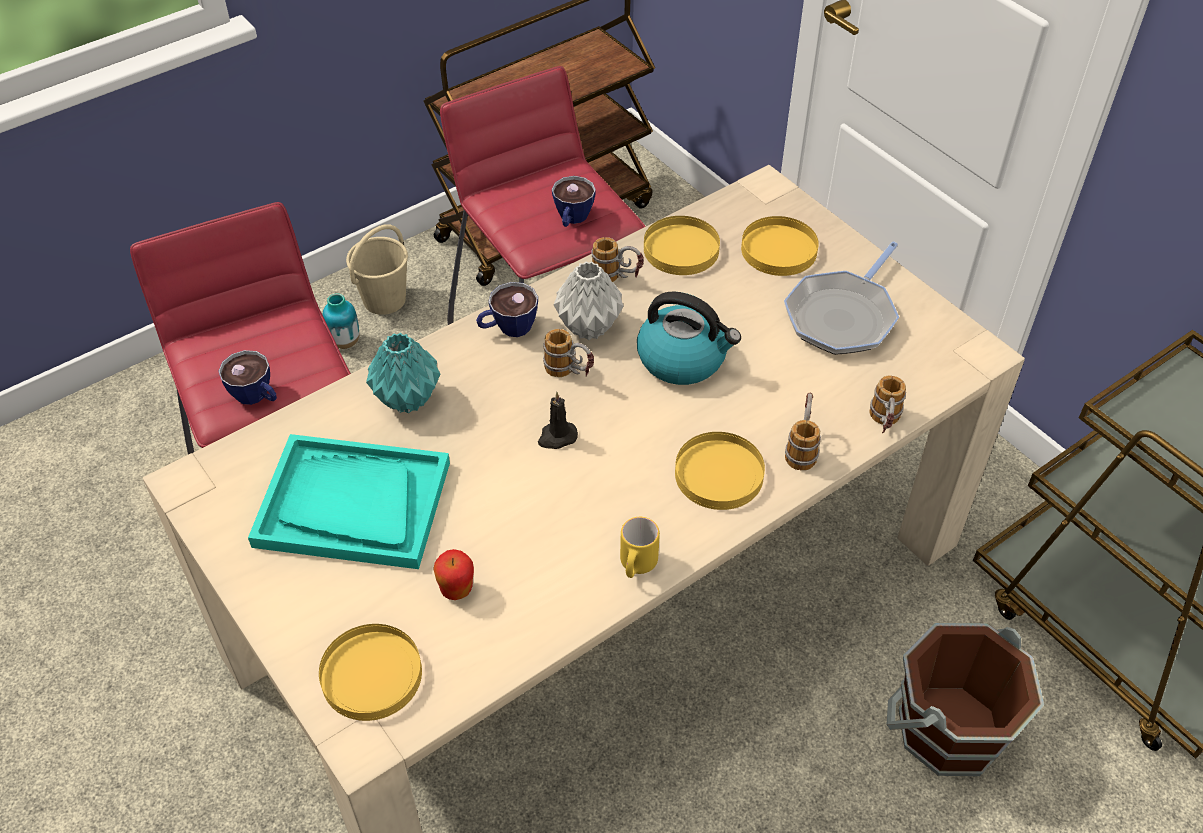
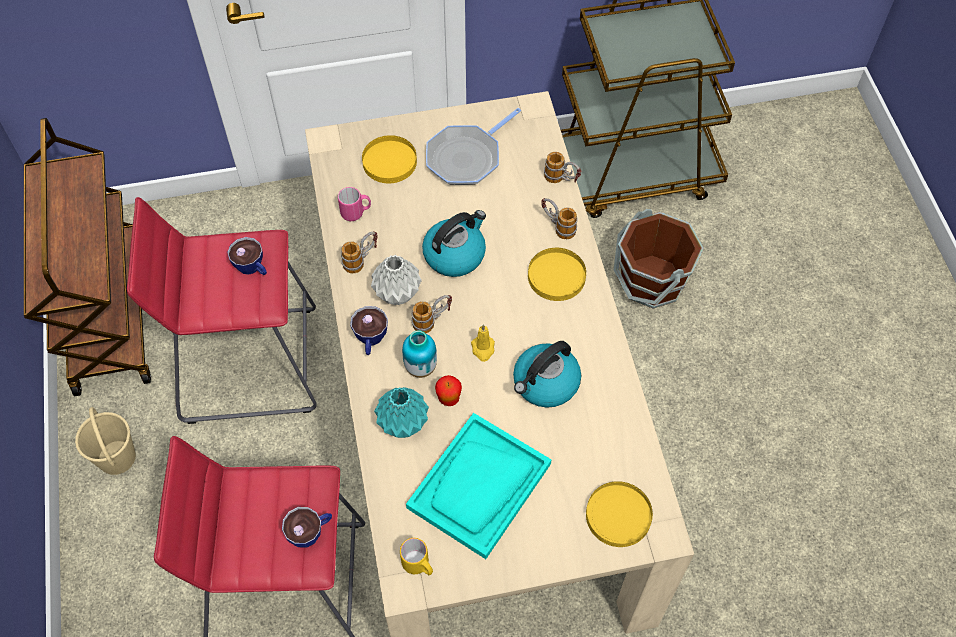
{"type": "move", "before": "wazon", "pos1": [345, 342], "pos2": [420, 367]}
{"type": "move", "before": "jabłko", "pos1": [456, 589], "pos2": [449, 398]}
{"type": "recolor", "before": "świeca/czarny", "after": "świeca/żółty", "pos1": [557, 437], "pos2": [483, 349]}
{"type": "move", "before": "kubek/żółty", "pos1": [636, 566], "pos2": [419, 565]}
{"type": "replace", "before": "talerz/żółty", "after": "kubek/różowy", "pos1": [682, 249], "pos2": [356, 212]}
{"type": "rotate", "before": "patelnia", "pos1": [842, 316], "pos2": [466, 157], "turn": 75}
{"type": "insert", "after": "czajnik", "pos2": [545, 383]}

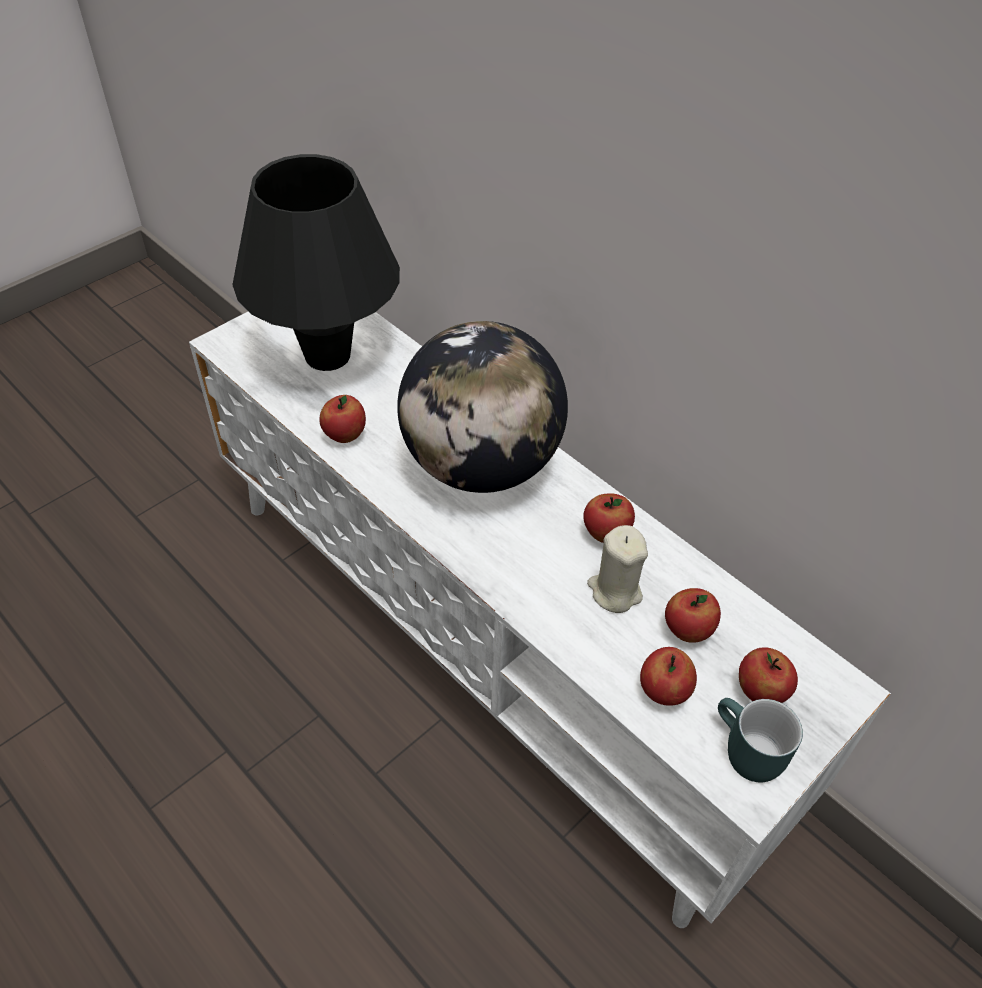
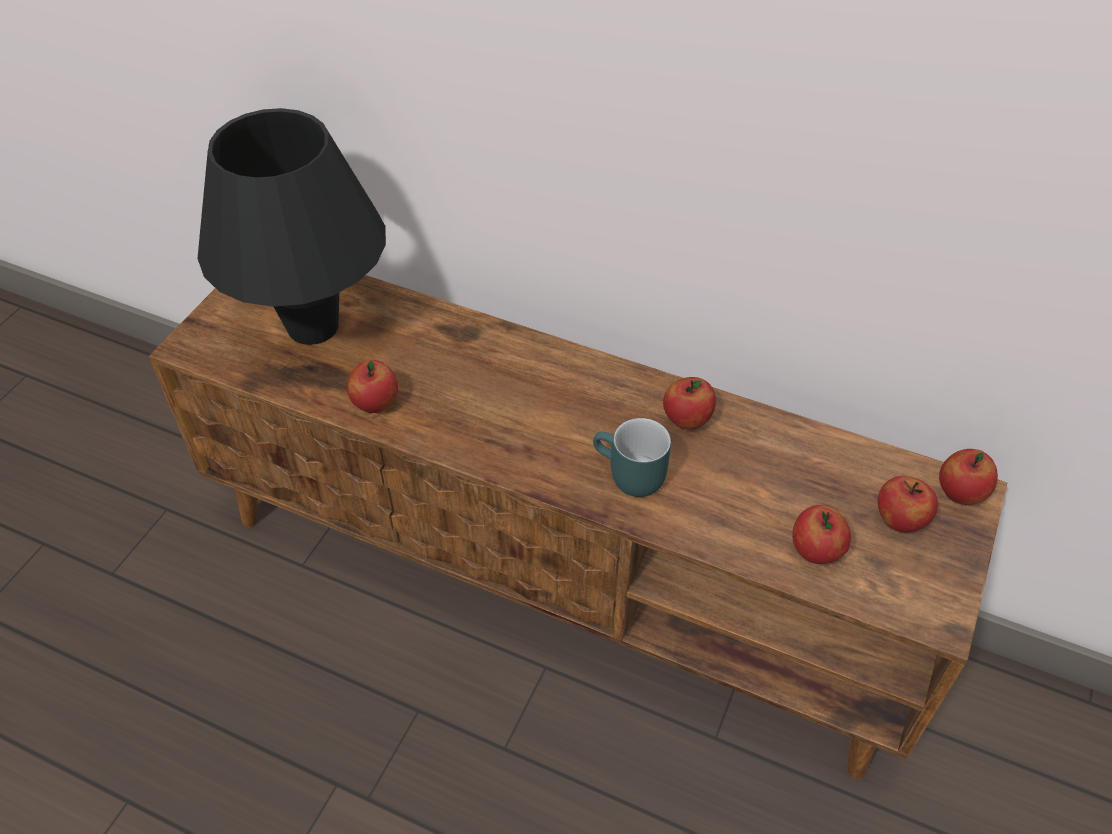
{"type": "recolor", "before": "szafka pod telewizor/biały", "after": "szafka pod telewizor/brązowy", "pos1": [489, 647], "pos2": [559, 580]}
{"type": "delete", "before": "globus", "pos1": [481, 465]}
{"type": "delete", "before": "świeca/beżowy", "pos1": [614, 591]}
{"type": "move", "before": "jabłko", "pos1": [687, 630], "pos2": [960, 493]}
{"type": "move", "before": "kubek/turkusowy", "pos1": [744, 753], "pos2": [628, 477]}

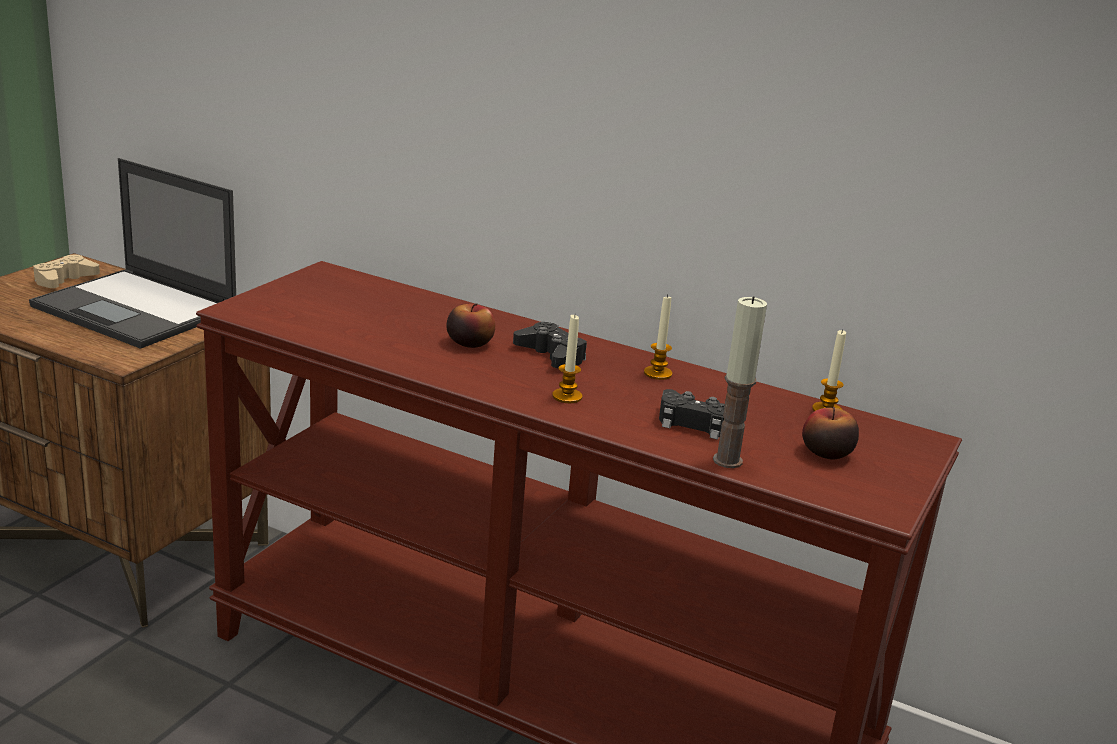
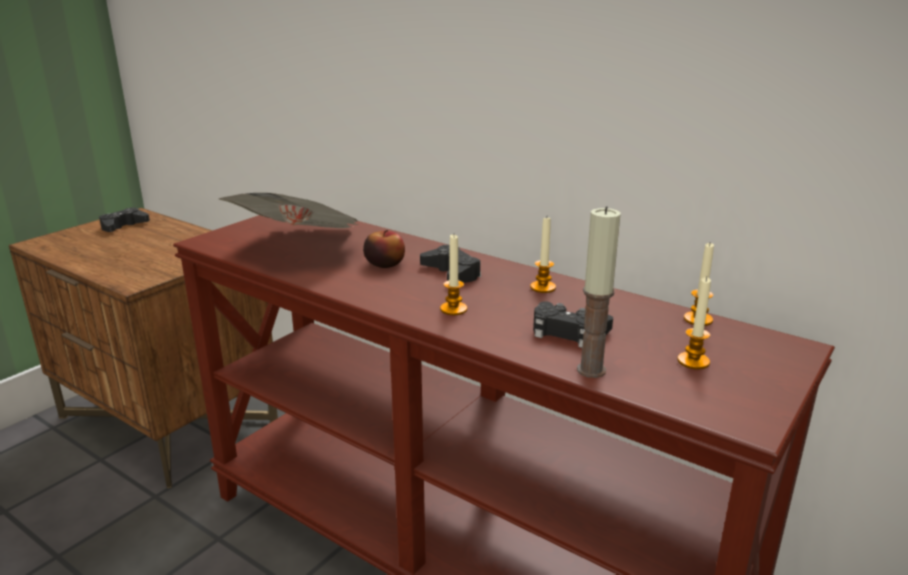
{"type": "delete", "before": "laptop", "pos1": [138, 309]}
{"type": "recolor", "before": "pad do gier/beżowy", "after": "pad do gier/czarny", "pos1": [64, 280], "pos2": [123, 226]}
{"type": "replace", "before": "jabłko", "after": "świeca", "pos1": [826, 452], "pos2": [693, 361]}
{"type": "insert", "after": "gazeta", "pos2": [300, 248]}

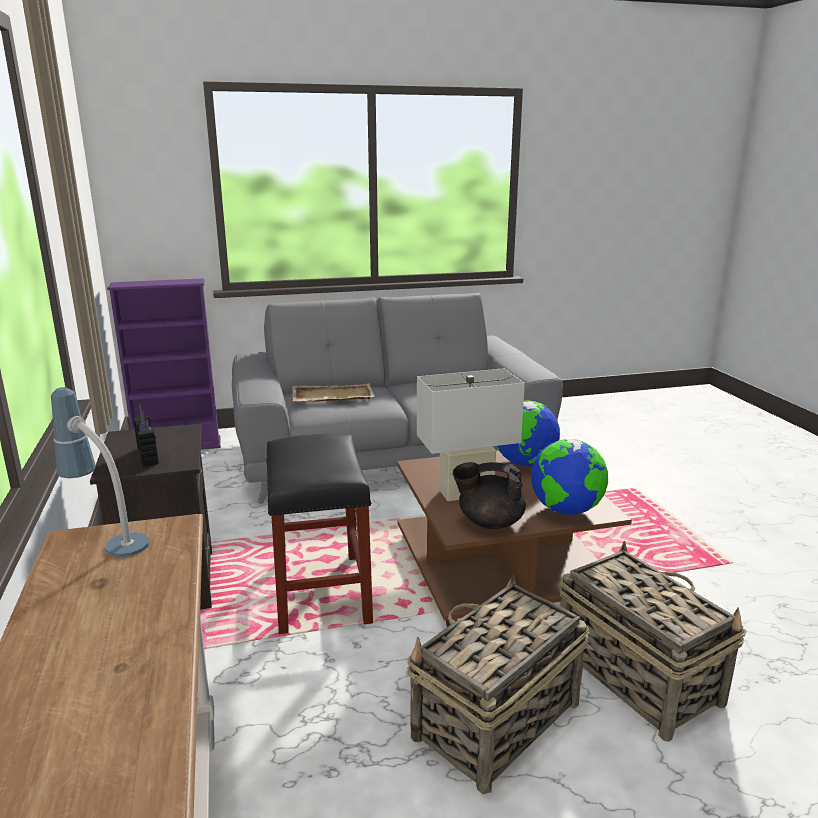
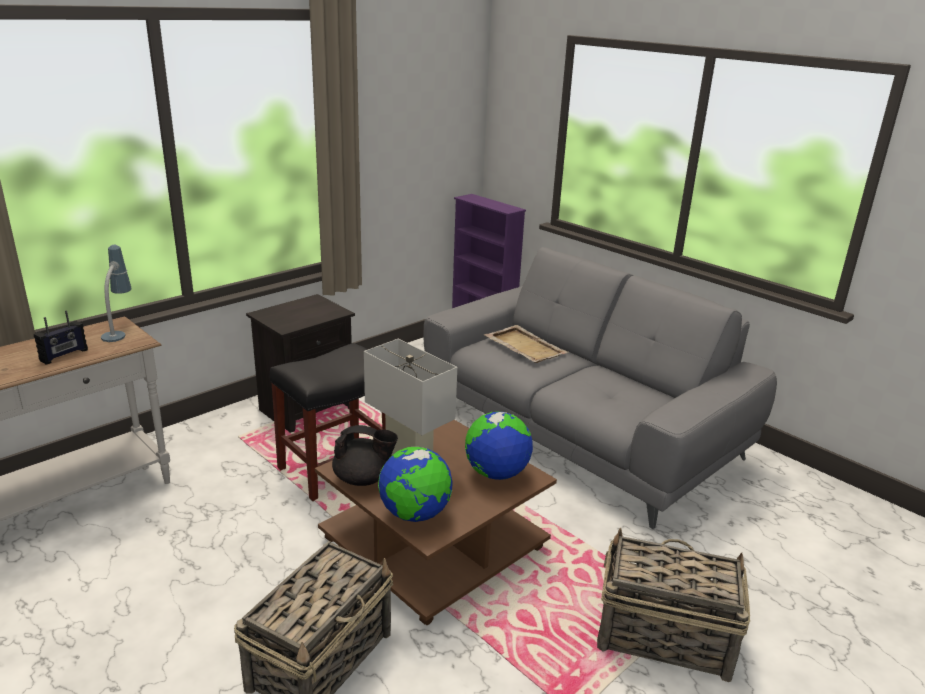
{"type": "move", "before": "radio", "pos1": [149, 456], "pos2": [64, 355]}
{"type": "move", "before": "koszyk", "pos1": [495, 721], "pos2": [662, 636]}
{"type": "rotate", "before": "imbryk/czarny", "pos1": [489, 522], "pos2": [363, 479], "turn": 120}

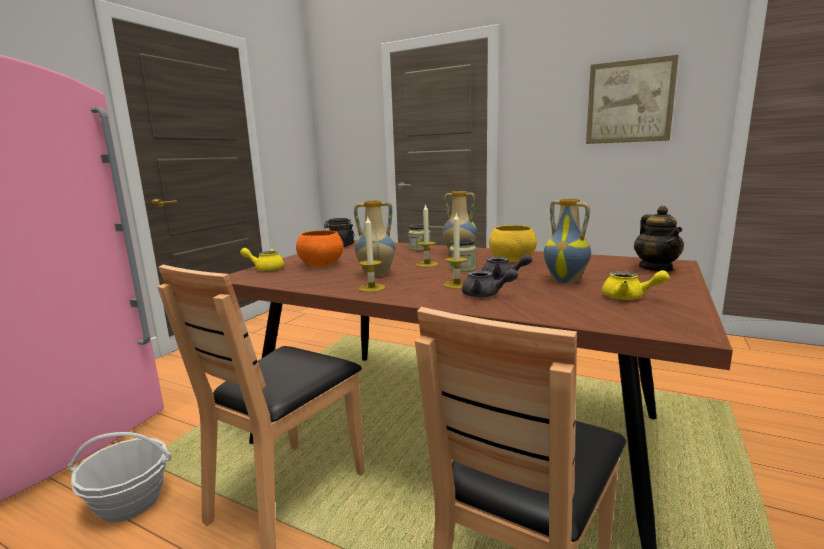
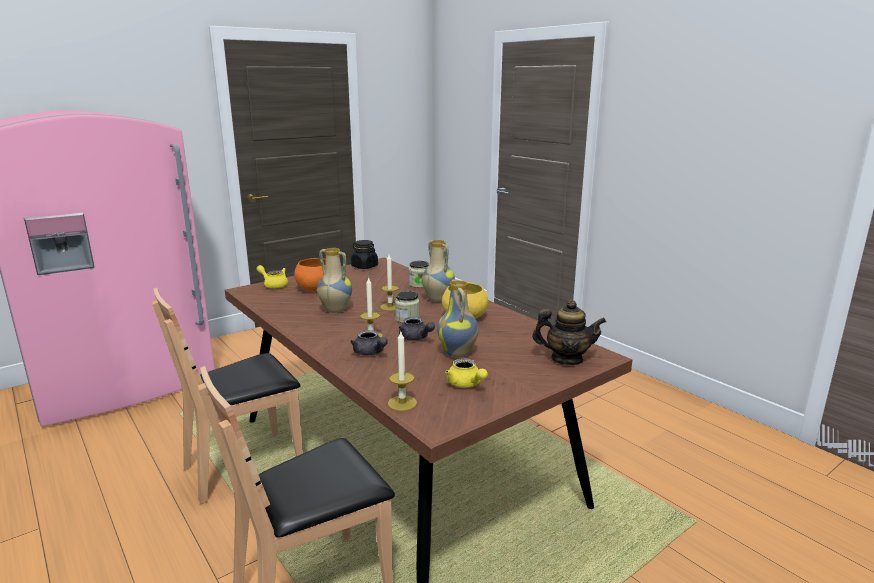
{"type": "delete", "before": "koszyk", "pos1": [130, 502]}
{"type": "move", "before": "świeca", "pos1": [371, 288], "pos2": [402, 403]}
{"type": "delete", "before": "obraz", "pos1": [629, 102]}
{"type": "rotate", "before": "imbryk", "pos1": [656, 268], "pos2": [566, 359], "turn": -105}

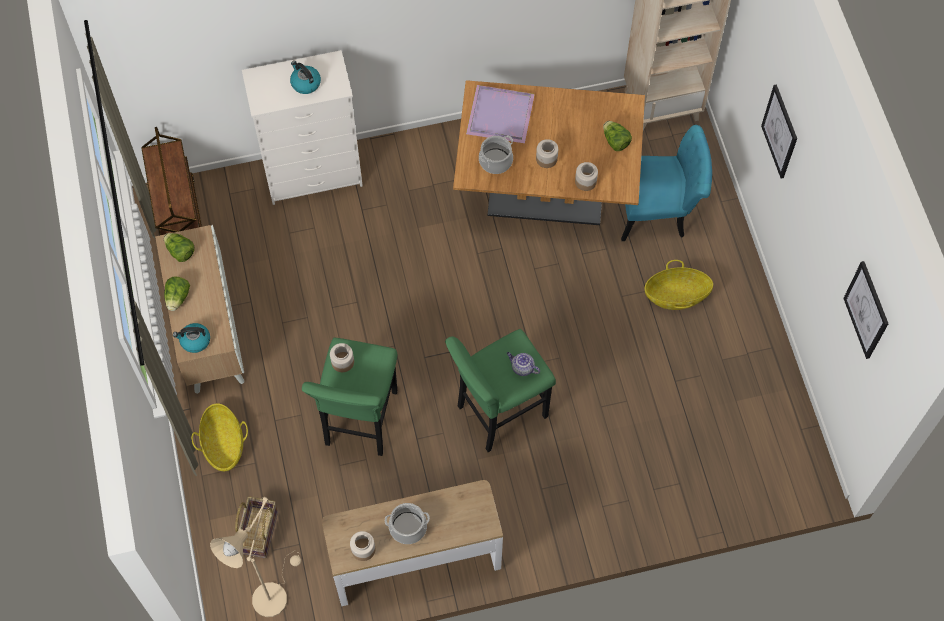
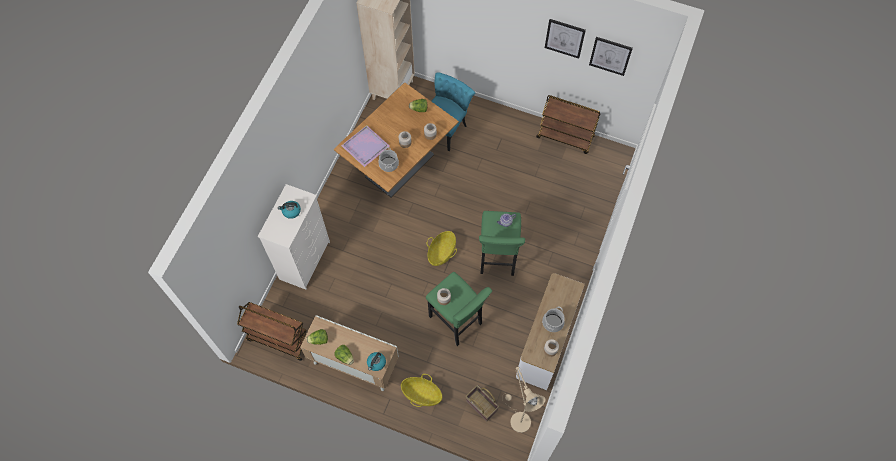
{"type": "move", "before": "koszyk", "pos1": [676, 295], "pos2": [441, 252]}
{"type": "move", "before": "obraz", "pos1": [780, 131], "pos2": [564, 38]}
{"type": "insert", "after": "wózek/brązowy", "pos2": [565, 137]}

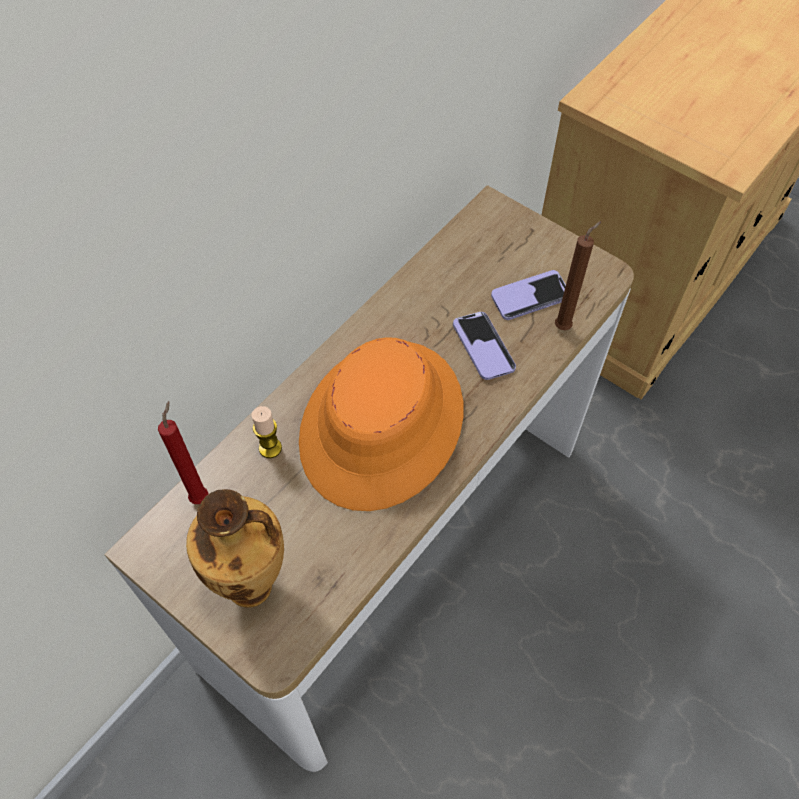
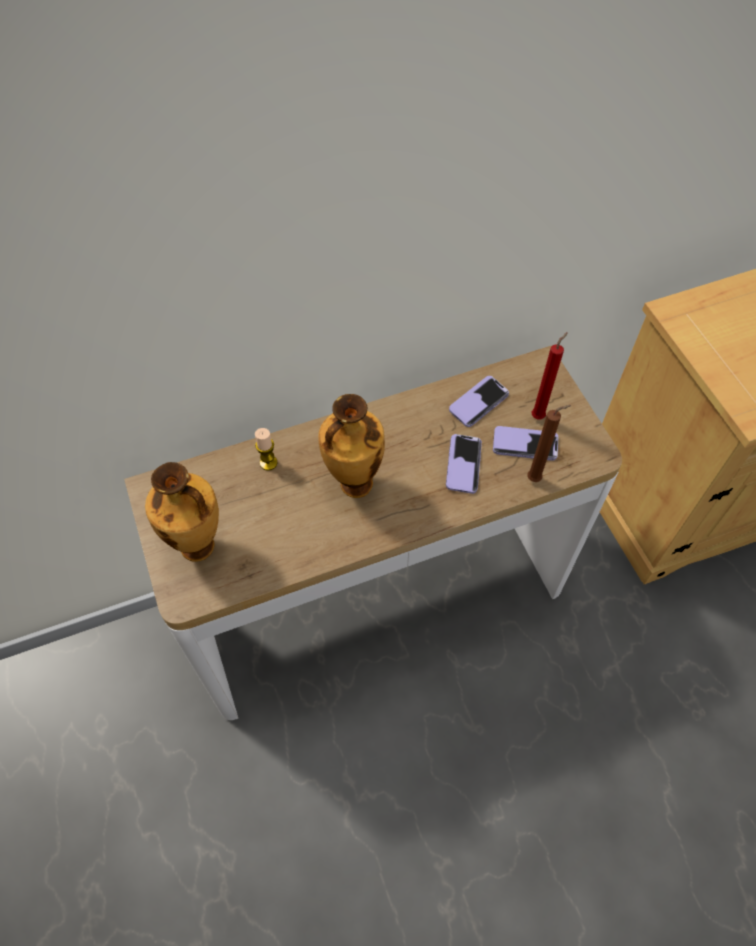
{"type": "move", "before": "świeca/czerwony", "pos1": [201, 495], "pos2": [539, 415]}
{"type": "replace", "before": "kapelusz/pomarańczowy", "after": "wazon", "pos1": [382, 424], "pos2": [354, 484]}
{"type": "insert", "after": "telefon", "pos2": [478, 402]}

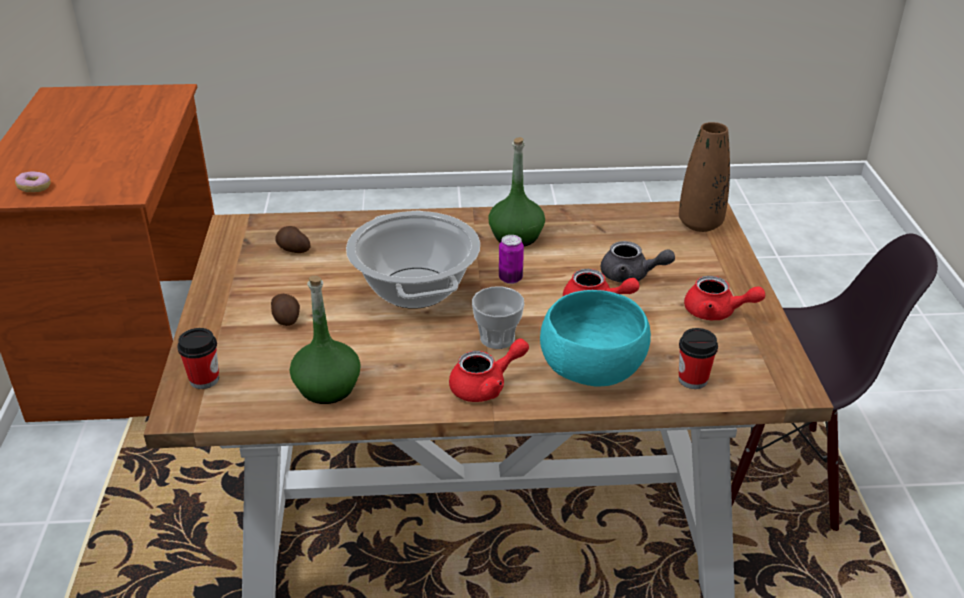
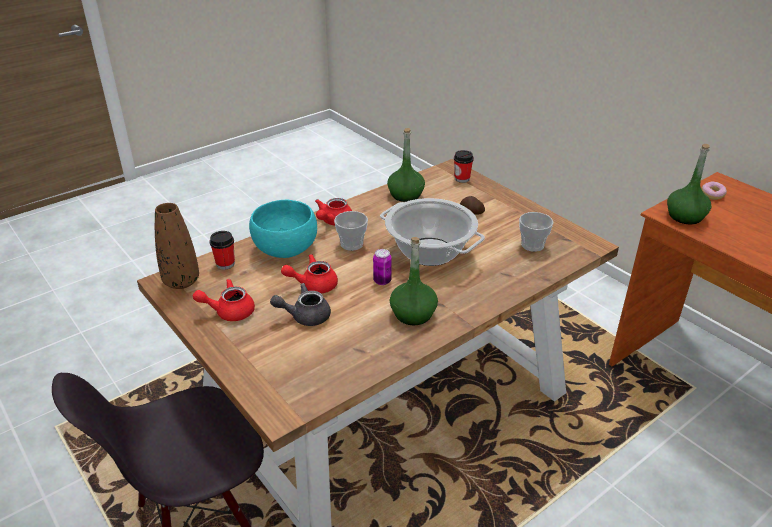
{"type": "replace", "before": "ziemniak", "after": "filiżanka", "pos1": [293, 249], "pos2": [532, 245]}
{"type": "move", "before": "wazon/brązowy", "pos1": [700, 224], "pos2": [181, 281]}
{"type": "insert", "after": "butelka/zielony", "pos2": [685, 216]}

